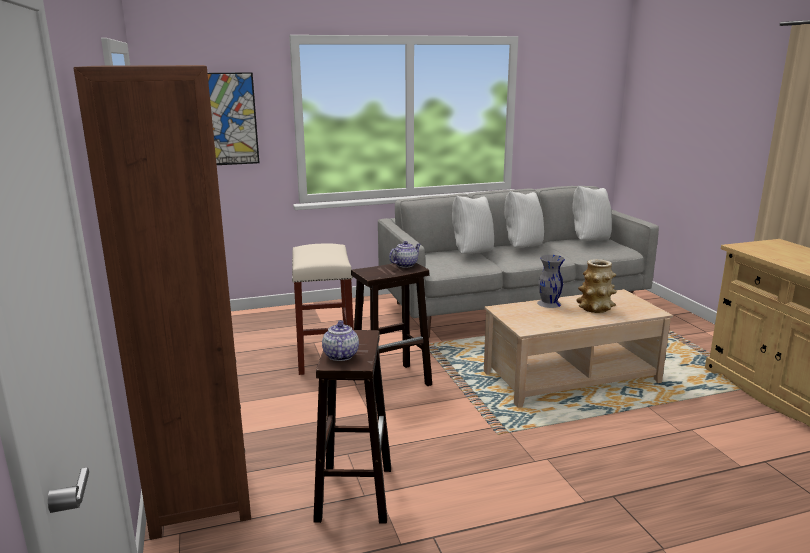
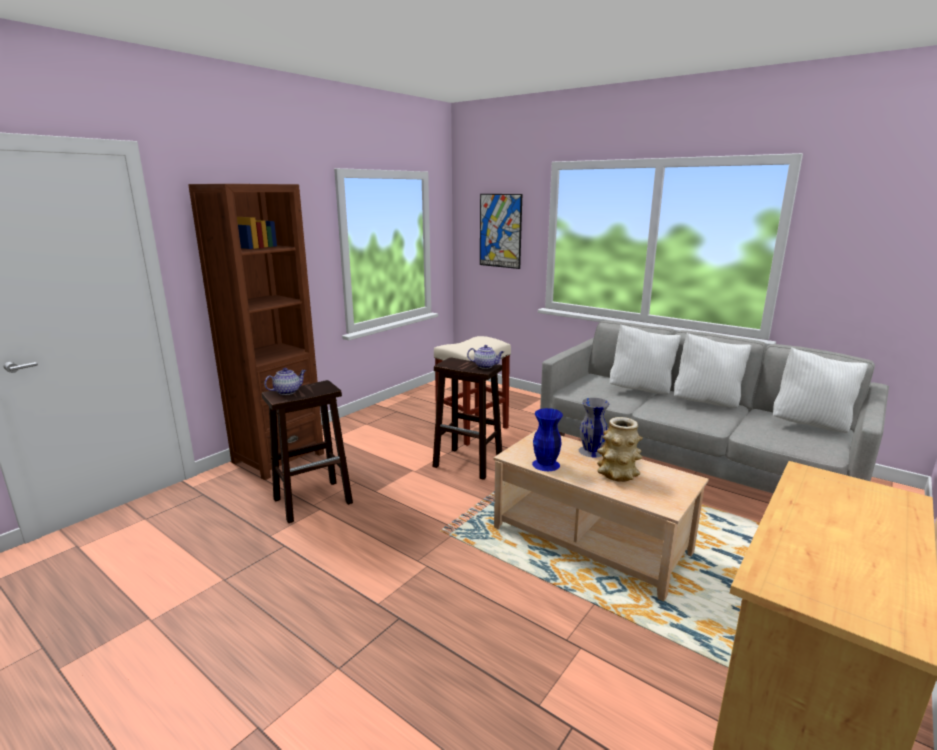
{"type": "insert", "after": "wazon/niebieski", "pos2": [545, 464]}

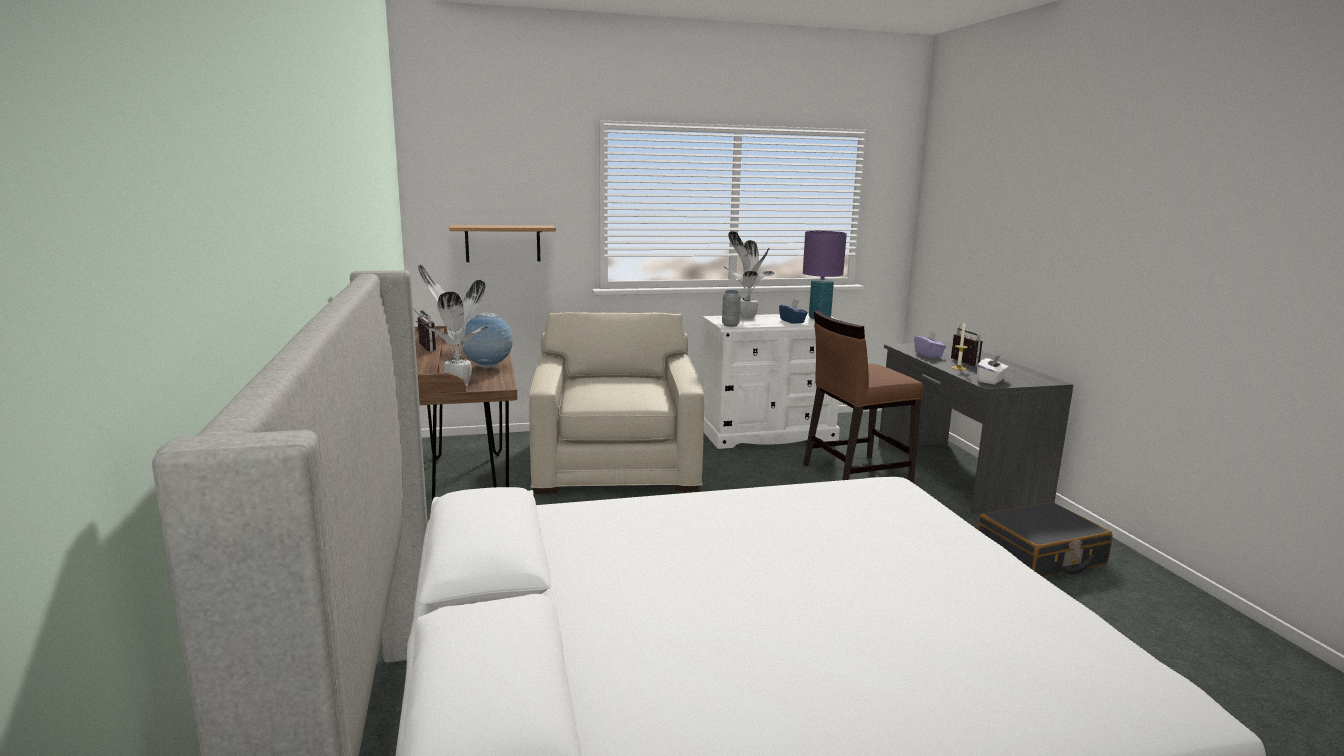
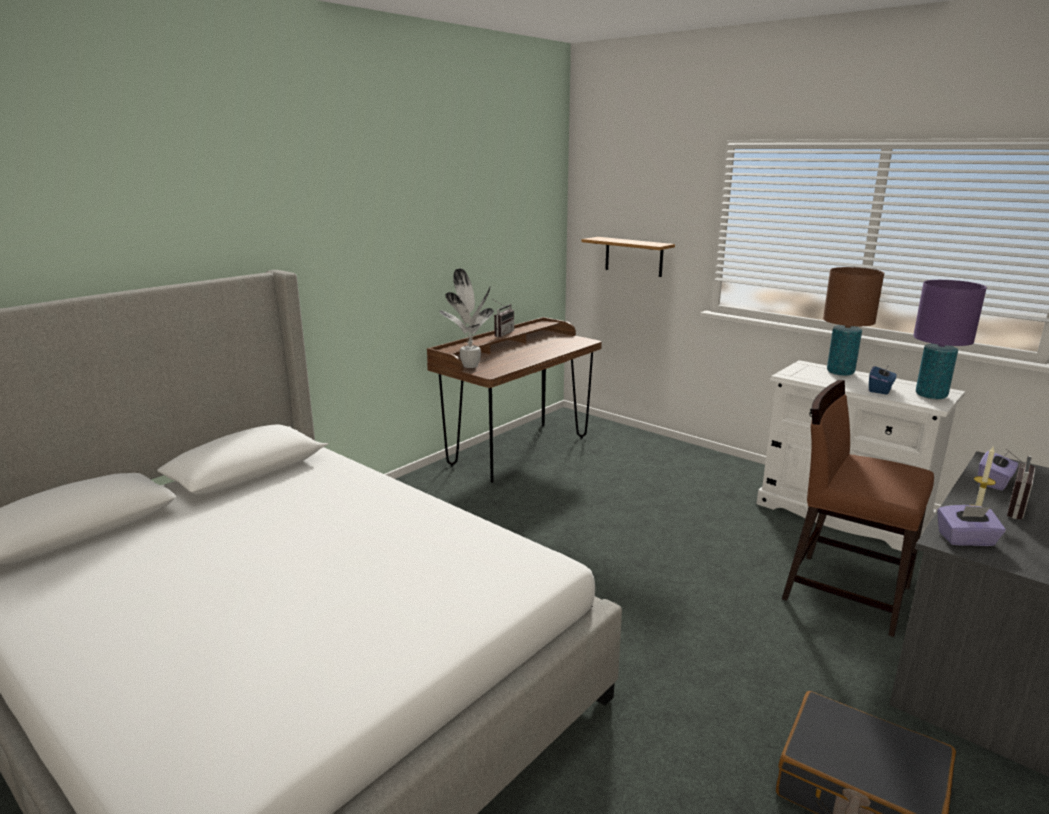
{"type": "delete", "before": "globus", "pos1": [488, 367]}
{"type": "delete", "before": "fotel/beżowy", "pos1": [616, 461]}
{"type": "delete", "before": "wazon/szary", "pos1": [730, 325]}
{"type": "replace", "before": "roślina doniczkowa", "after": "lampa stołowa/brązowy", "pos1": [746, 317], "pos2": [840, 372]}
{"type": "recolor", "before": "pudełko chusteczek/biały", "after": "pudełko chusteczek/fioletowy", "pos1": [991, 381], "pos2": [966, 540]}

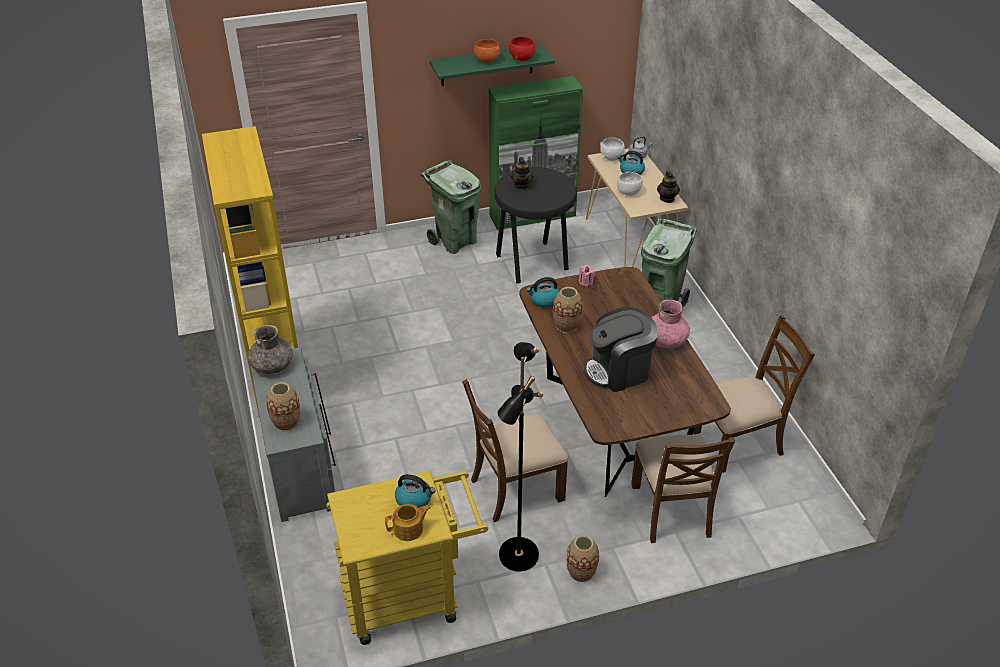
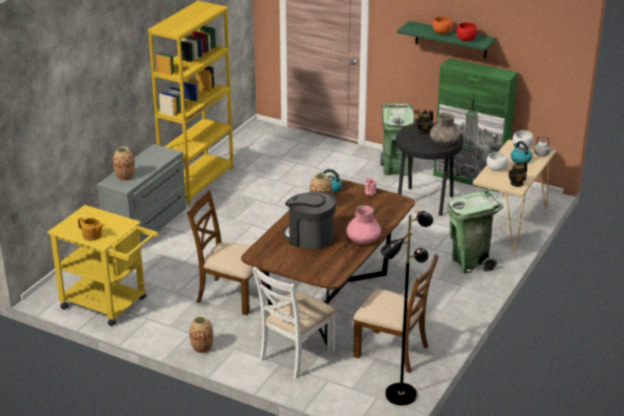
{"type": "move", "before": "wazon/szary", "pos1": [272, 366], "pos2": [444, 142]}
{"type": "delete", "before": "czajnik", "pos1": [414, 499]}
{"type": "move", "before": "lampa stojąca/czarny", "pos1": [517, 554], "pos2": [400, 394]}
{"type": "recolor", "before": "krzesło/brązowy", "after": "krzesło/biały", "pos1": [672, 510], "pos2": [295, 354]}

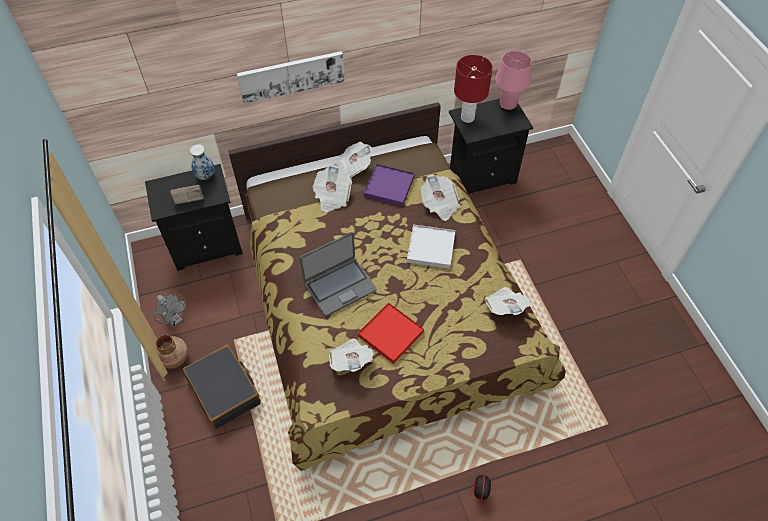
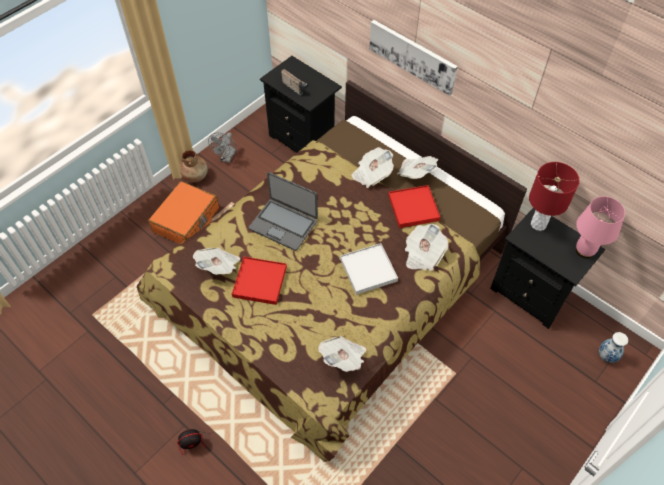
{"type": "recolor", "before": "walizka/czarny", "after": "walizka/pomarańczowy", "pos1": [224, 391], "pos2": [186, 220]}
{"type": "move", "before": "wazon", "pos1": [205, 176], "pos2": [606, 355]}
{"type": "recolor", "before": "taca/fioletowy", "after": "taca/czerwony", "pos1": [389, 187], "pos2": [413, 208]}

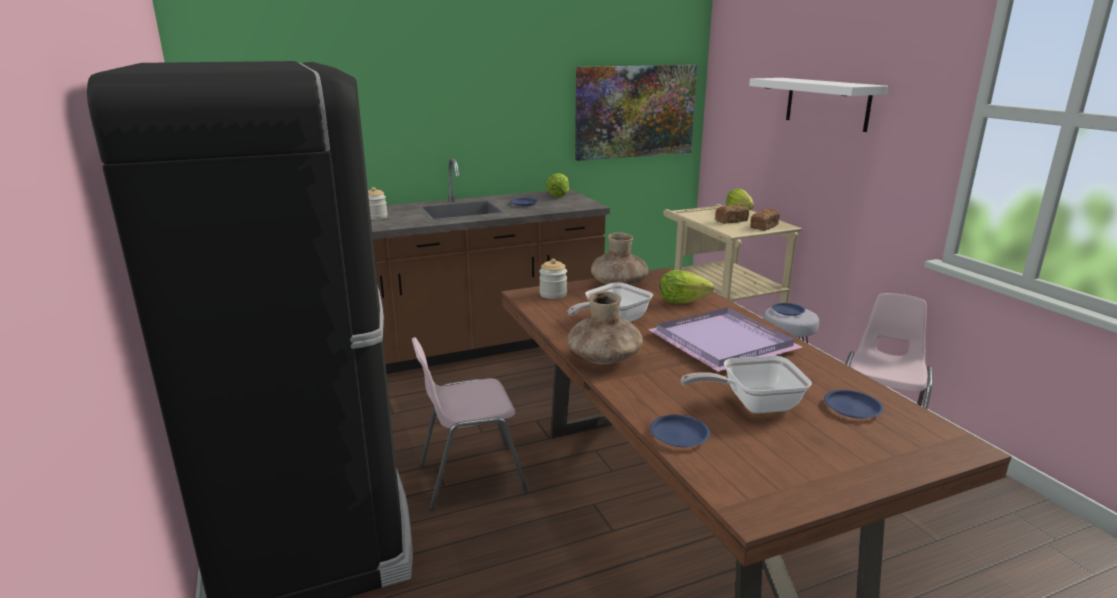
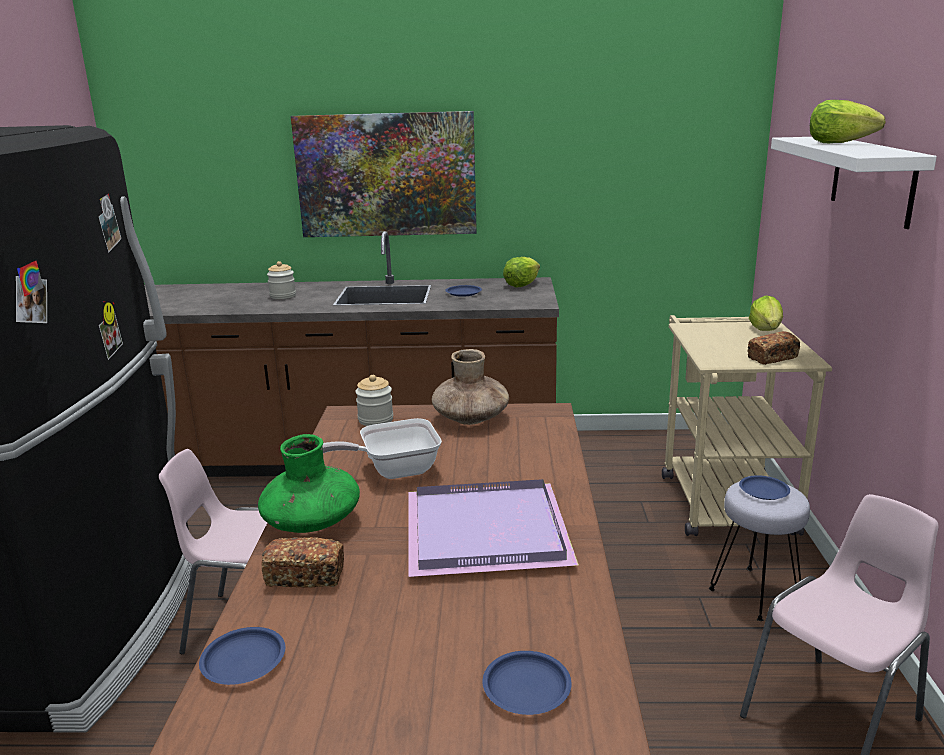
{"type": "recolor", "before": "wazon/brązowy", "after": "wazon/zielony", "pos1": [604, 358], "pos2": [311, 522]}
{"type": "move", "before": "obraz", "pos1": [635, 111], "pos2": [386, 175]}
{"type": "move", "before": "sałata", "pos1": [682, 301], "pos2": [839, 143]}
{"type": "delete", "before": "patelnia", "pos1": [752, 404]}
{"type": "move", "before": "chleb", "pos1": [731, 221], "pos2": [305, 576]}

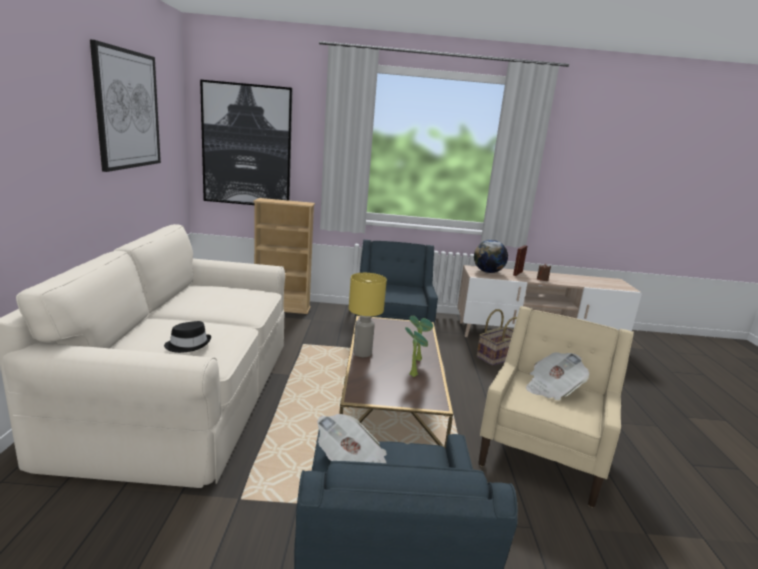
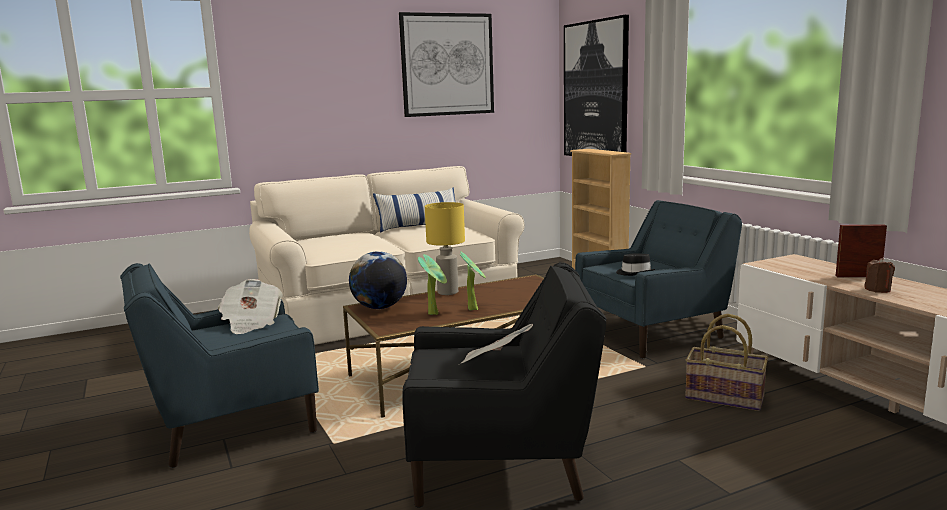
{"type": "move", "before": "kapelusz/czarny", "pos1": [188, 344], "pos2": [635, 273]}
{"type": "move", "before": "globus", "pos1": [488, 272], "pos2": [379, 307]}
{"type": "recolor", "before": "fotel/beżowy", "after": "fotel/czarny", "pos1": [543, 452], "pos2": [502, 463]}
{"type": "insert", "after": "poduszka", "pos2": [419, 226]}

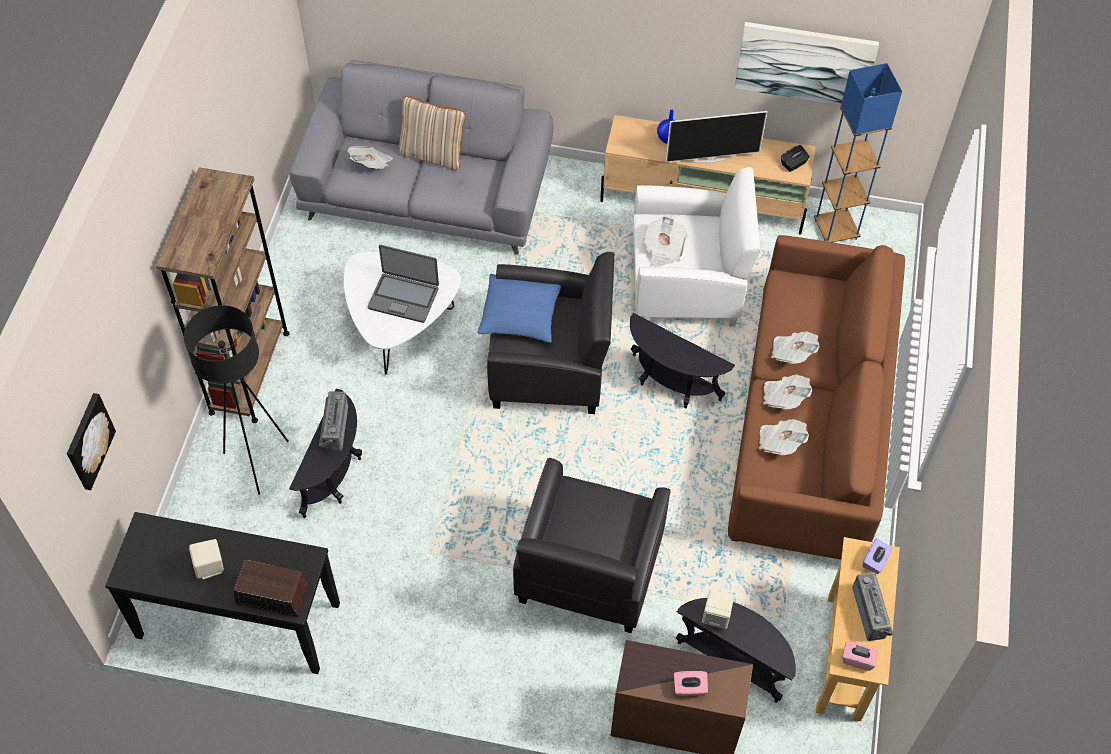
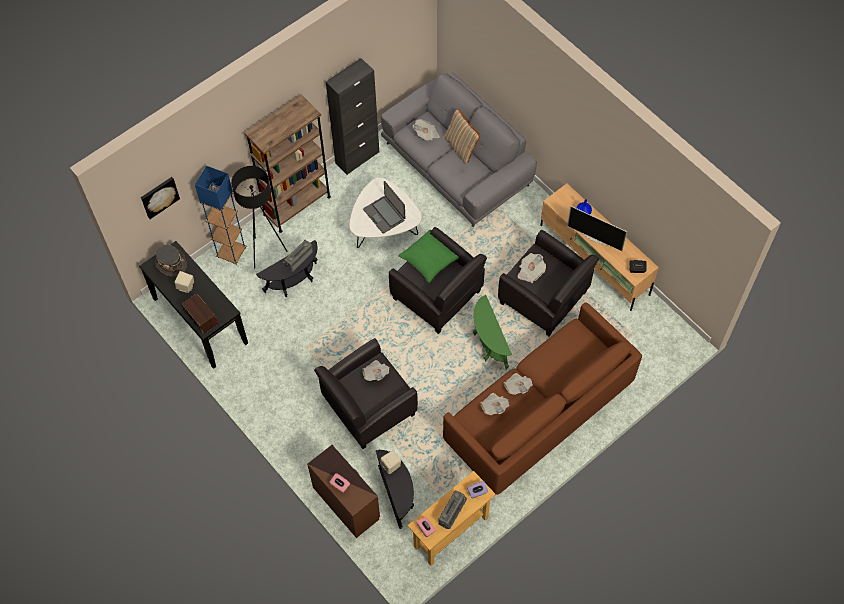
{"type": "recolor", "before": "poduszka/niebieski", "after": "poduszka/zielony", "pos1": [520, 315], "pos2": [429, 259]}
{"type": "recolor", "before": "stolik/czarny", "after": "stolik/zielony", "pos1": [670, 386], "pos2": [488, 345]}
{"type": "recolor", "before": "fotel/biały", "after": "fotel/czarny", "pos1": [686, 285], "pos2": [544, 298]}
{"type": "delete", "before": "obraz", "pos1": [805, 63]}
{"type": "move", "before": "gazeta", "pos1": [792, 353], "pos2": [376, 373]}
{"type": "move", "before": "lampa stojąca/niebieski", "pos1": [836, 230], "pos2": [231, 253]}
{"type": "insert", "after": "kapelusz/szary", "pos2": [171, 264]}
{"type": "insert", "after": "szafka/czarny", "pos2": [357, 157]}

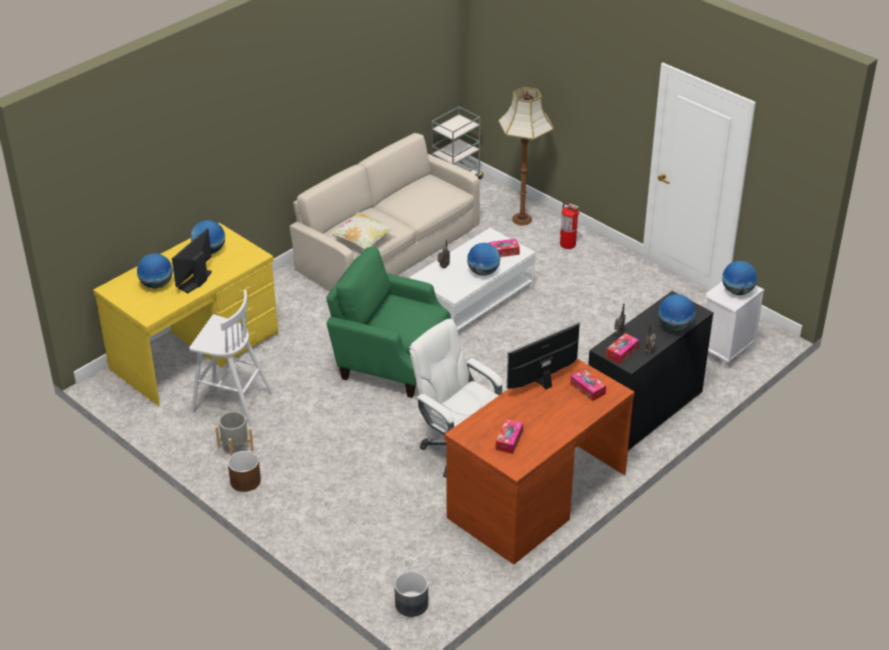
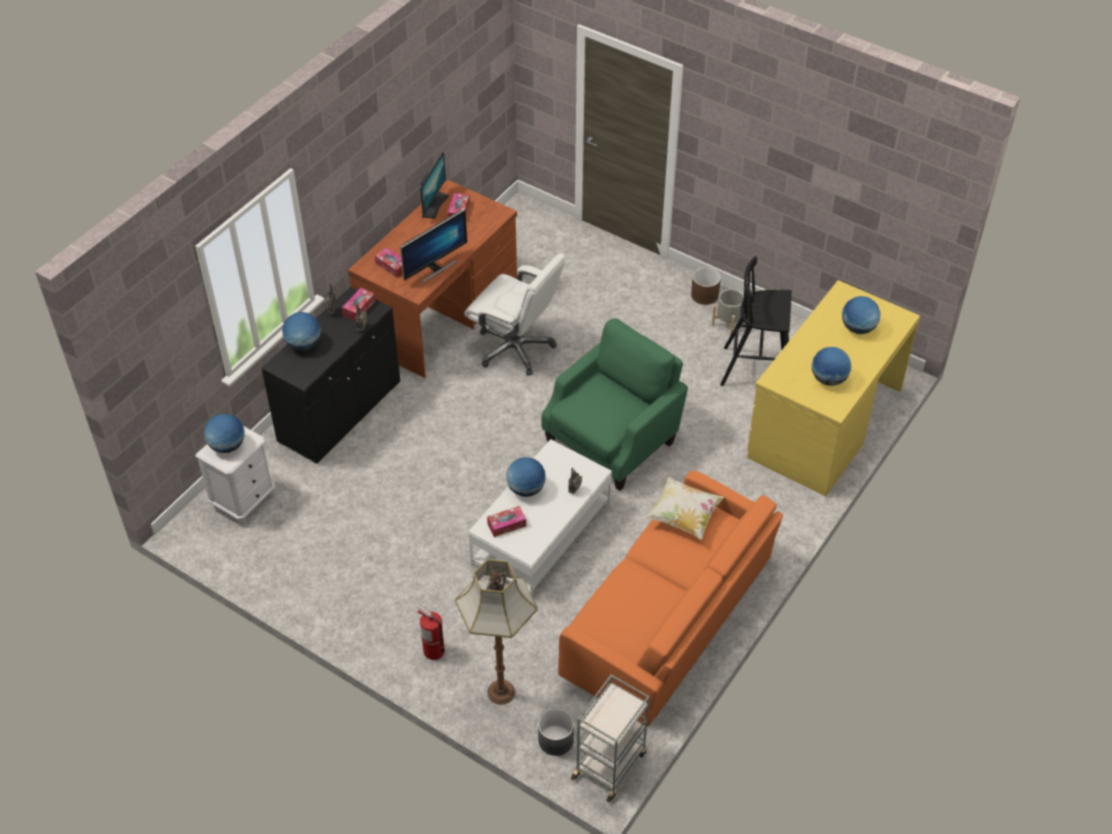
{"type": "move", "before": "monitor", "pos1": [196, 281], "pos2": [433, 205]}
{"type": "recolor", "before": "stołek/biały", "after": "stołek/czarny", "pos1": [230, 402], "pos2": [757, 369]}
{"type": "recolor", "before": "kanapa/beżowy", "after": "kanapa/pomarańczowy", "pos1": [387, 245], "pos2": [669, 615]}
{"type": "rotate", "before": "fotel/zielony", "pos1": [391, 360], "pos2": [613, 440], "turn": -60}
{"type": "move", "before": "donica/szary", "pos1": [411, 604], "pos2": [556, 740]}

